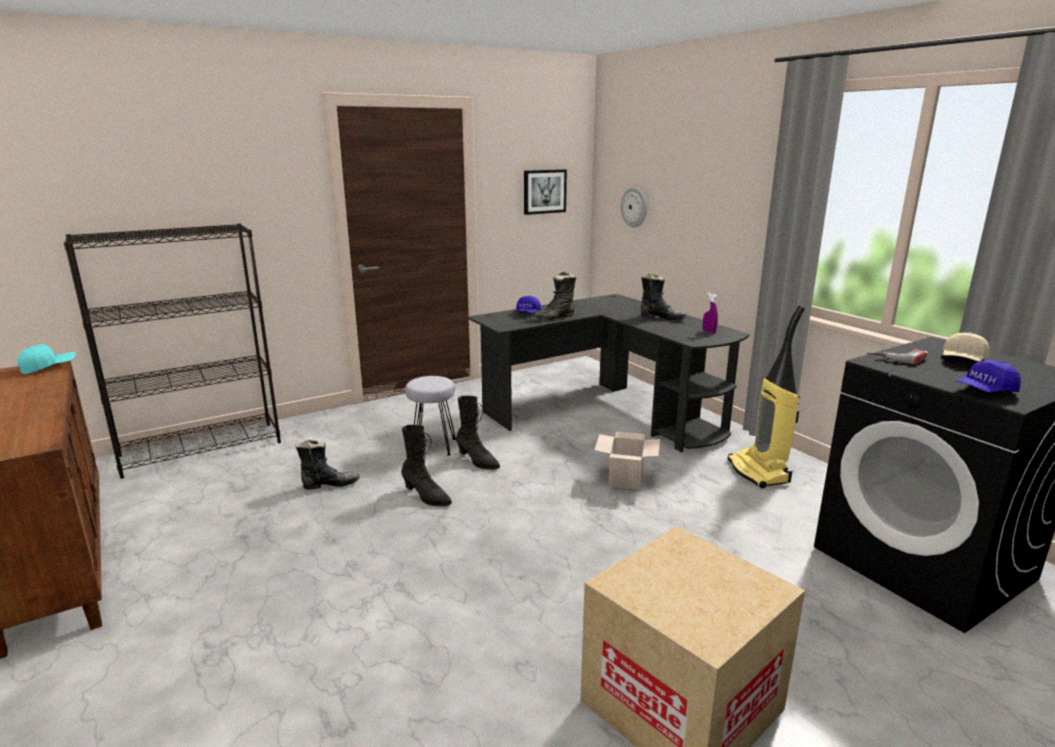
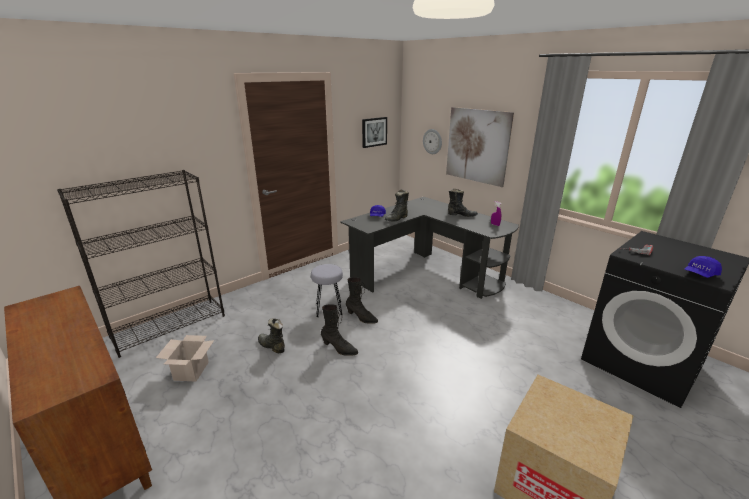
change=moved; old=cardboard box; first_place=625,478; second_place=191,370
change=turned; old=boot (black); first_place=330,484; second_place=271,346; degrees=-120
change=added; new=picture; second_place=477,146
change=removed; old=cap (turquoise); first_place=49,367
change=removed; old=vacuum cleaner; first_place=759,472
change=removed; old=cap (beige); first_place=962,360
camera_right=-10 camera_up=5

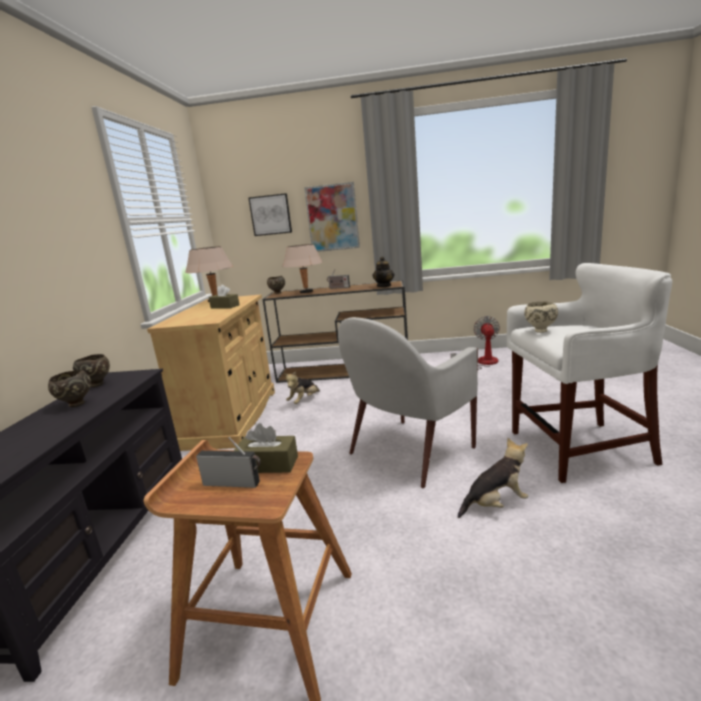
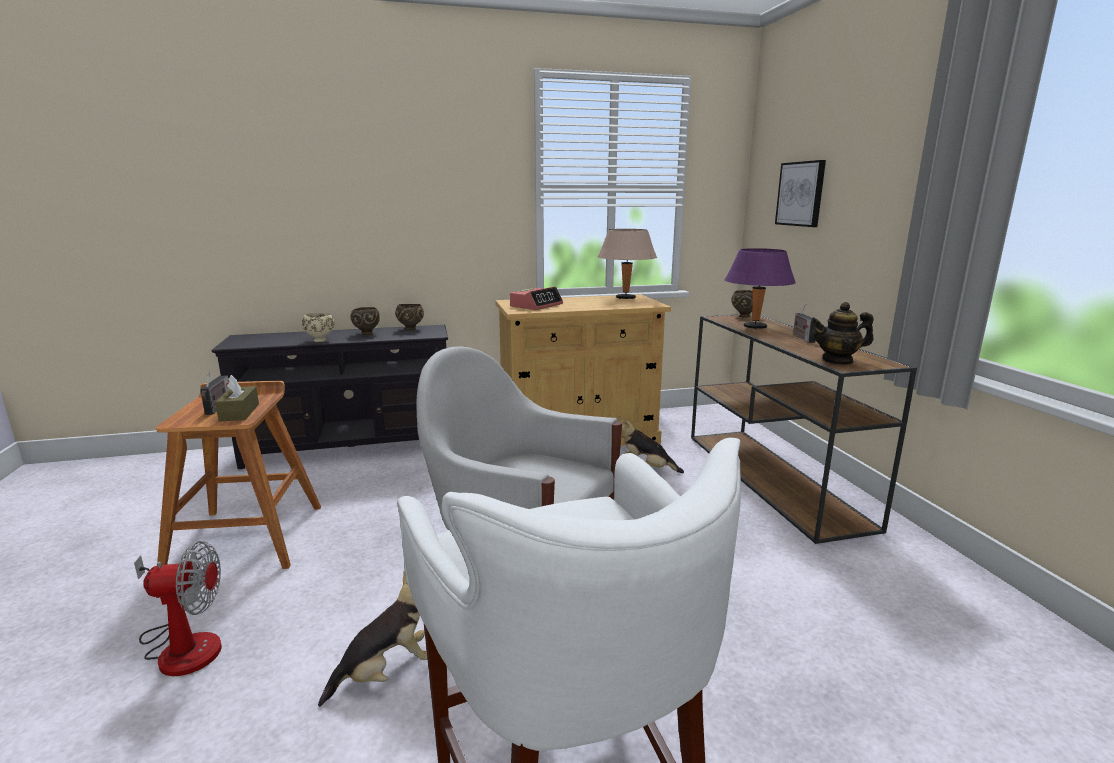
change=moved; old=fan; first_place=482,363; second_place=183,644
change=moved; old=bowl (beige); first_place=539,330; second_place=320,340
change=turned; old=plush toy; first_place=495,504; second_place=386,672; degrees=-90
change=added; new=alarm clock; second_place=536,305
change=recoloured; old=table lamp (beige); new=table lamp (purple); first_place=306,292; second_place=755,327
change=removed; old=tissue box (brown); first_place=225,306
change=removed; old=picture; first_place=332,218
camera_right=70 camera_up=0

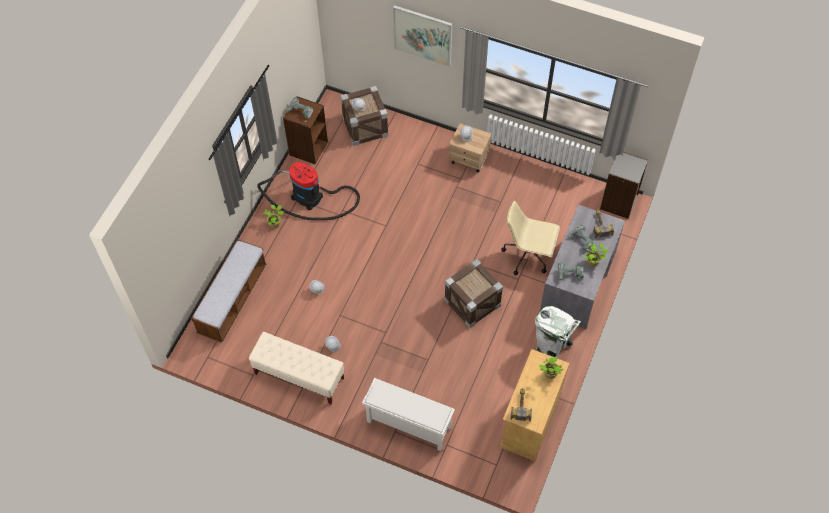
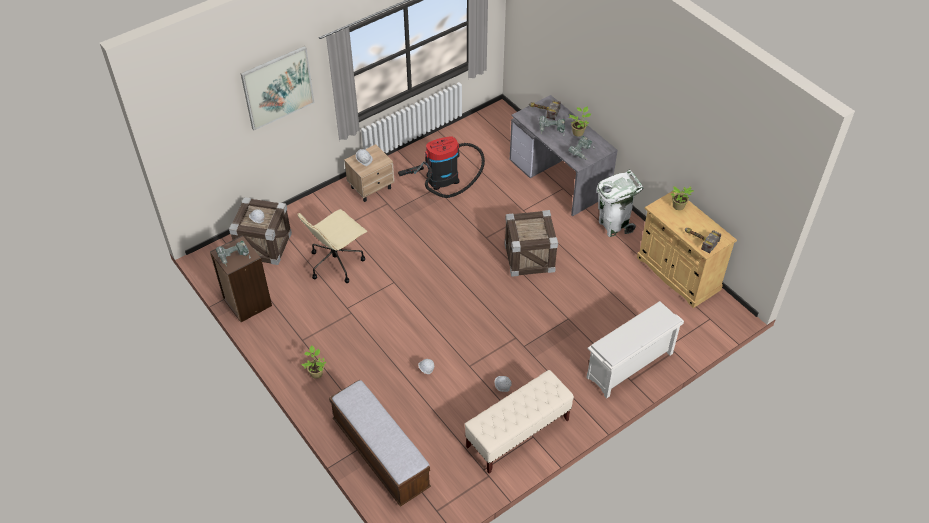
change=moved; old=office chair (beige); first_place=528,255; second_place=336,262
change=moved; old=vacuum cleaner; first_place=310,198; second_place=446,177
change=removed; old=bookcase (grey); first_place=619,202
camera_right=-60 camera_up=-10

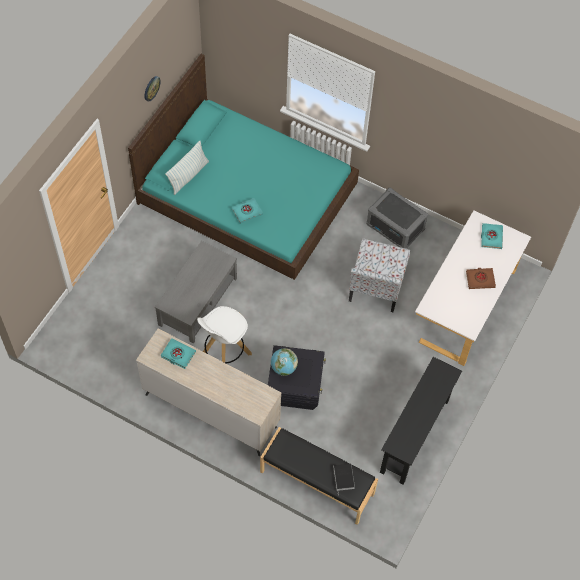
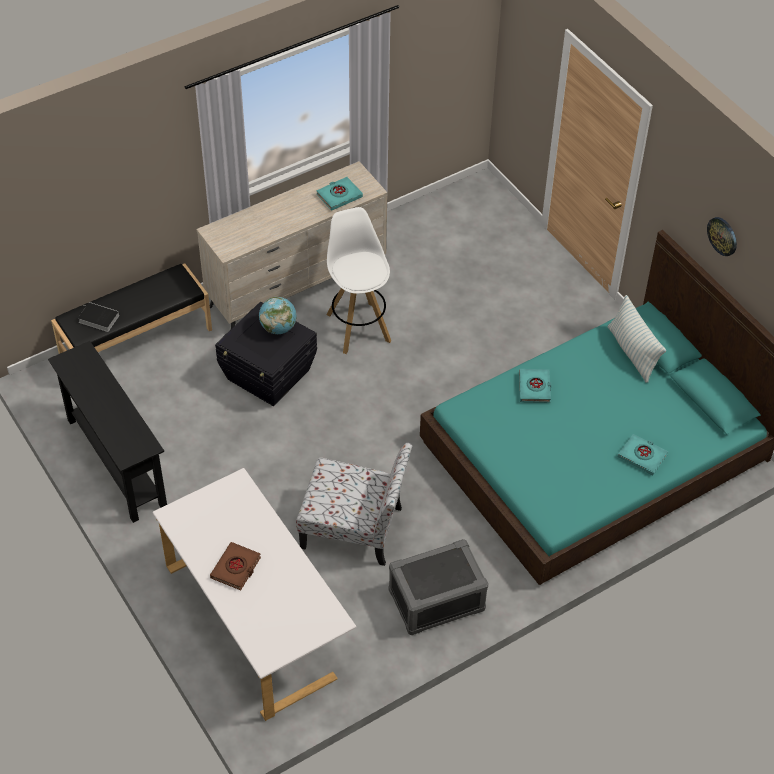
change=turned; old=chair; first_place=376,285; second_place=354,528; degrees=150
change=moved; old=book (turquoise); first_place=491,237; second_place=642,456
change=removed; old=coffee table (grey); first_place=197,301
camera_right=120 camera_up=-10

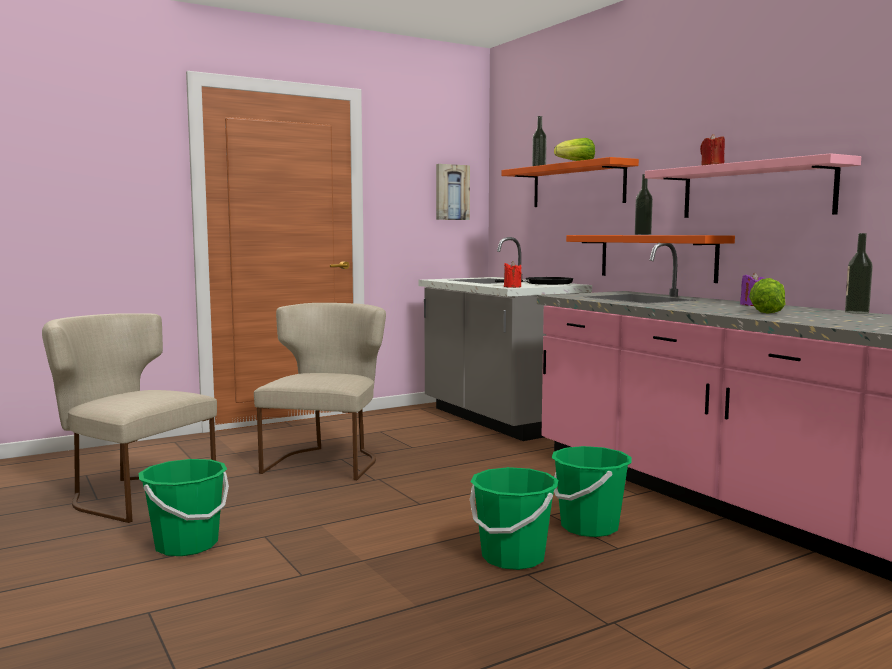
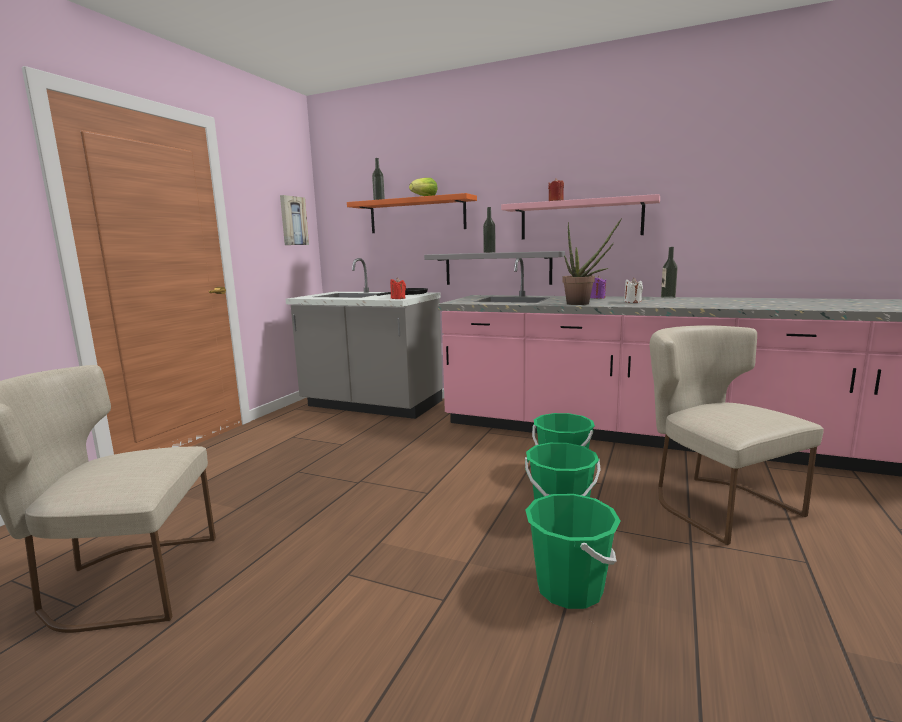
change=recoloured; old=shelf (orange); new=shelf (grey); first_place=656,257; second_place=497,268
change=moved; old=bucket (green); first_place=186,545; second_place=570,589
change=added; new=potted plant; second_place=583,303
change=replaced; old=lettuce; new=candle (white); first_place=768,312; second_place=632,301
change=moved; old=chair (beige); first_place=327,461; second_place=713,502
camera_right=-35 camera_up=5

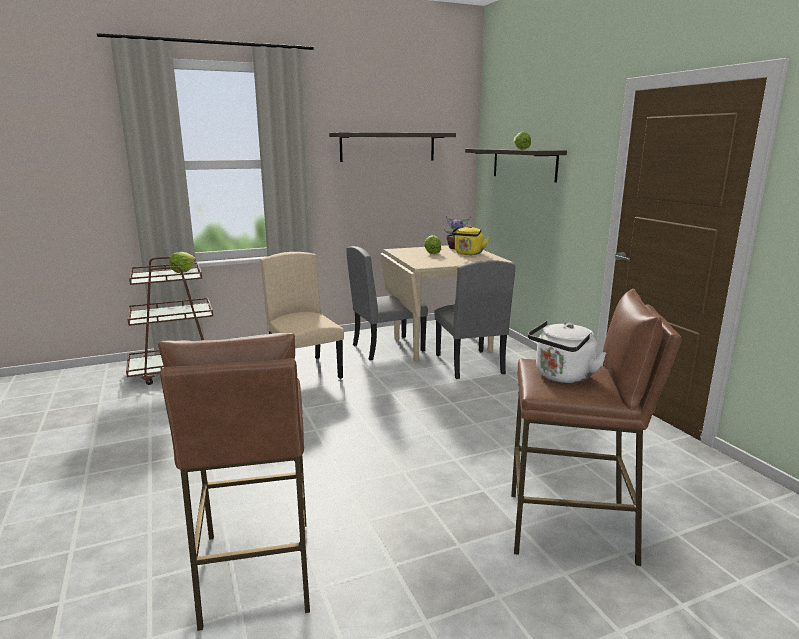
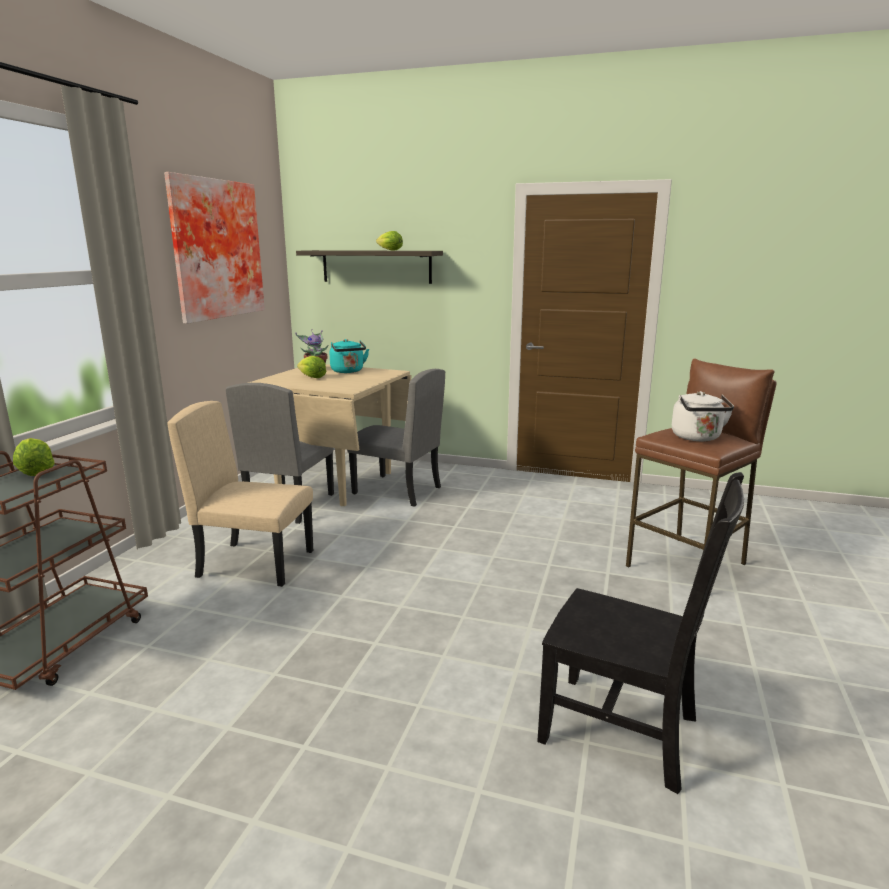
change=replaced; old=shelf; new=picture; first_place=388,147; second_place=214,249
change=recoloured; old=kettle (yellow); new=kettle (turquoise); first_place=468,254; second_place=348,371
change=replaced; old=stool (brown); new=chair (black); first_place=256,571; second_place=624,731
camera_right=-50 camera_up=0

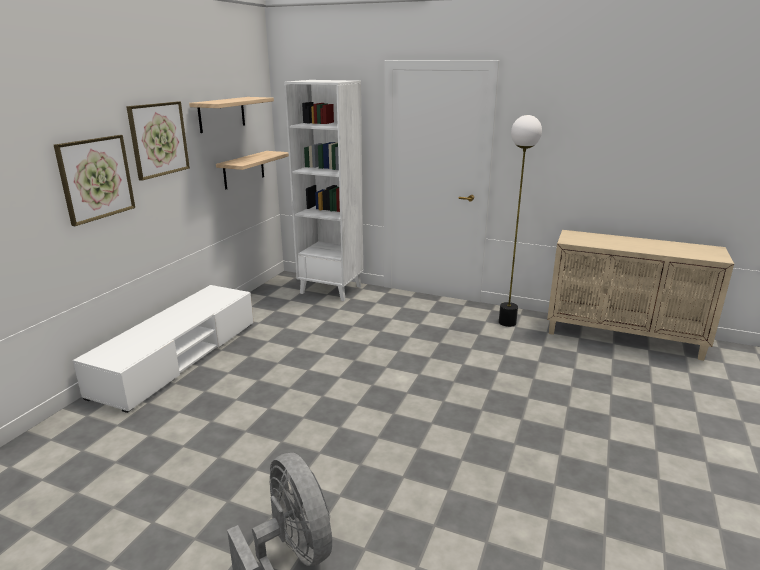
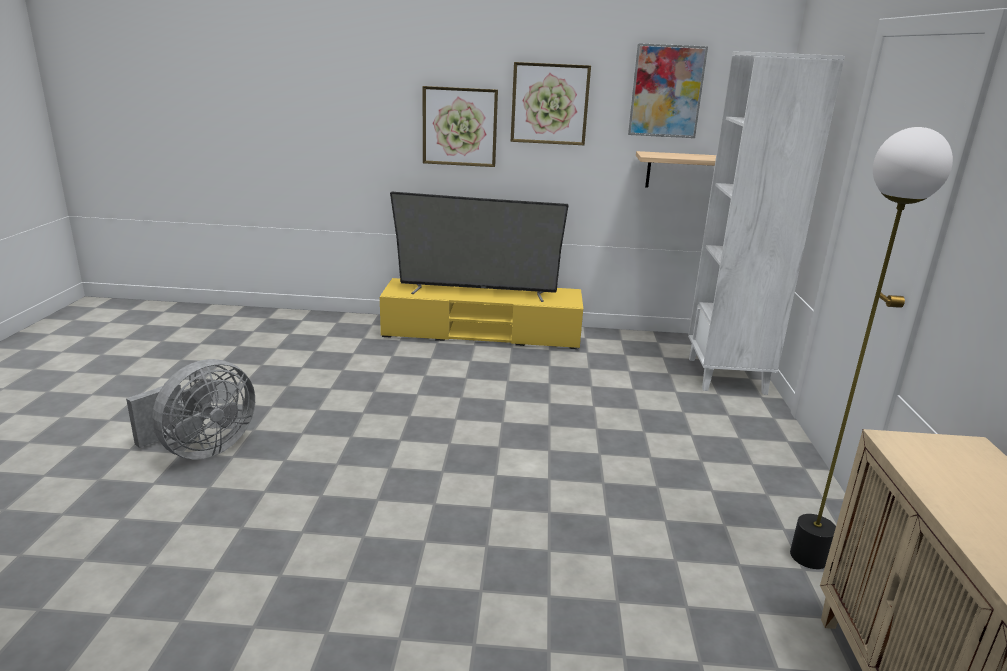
change=recoloured; old=tv stand (white); new=tv stand (yellow); first_place=178,357; second_place=482,333
change=added; new=television; second_place=477,292
change=replaced; old=shelf; new=picture; first_place=222,114; second_place=666,91
camera_right=70 camera_up=0

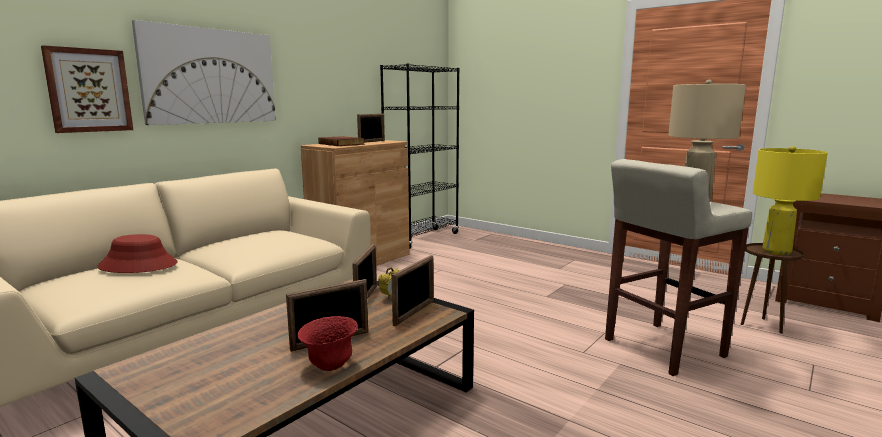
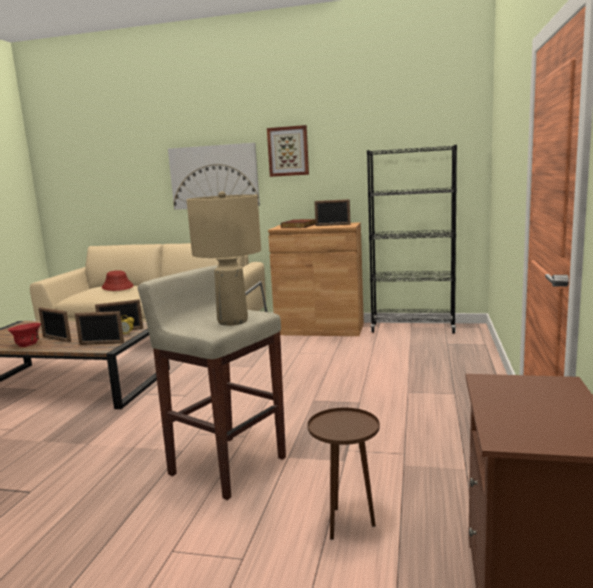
change=moved; old=picture; first_place=88,90; second_place=288,151
change=removed; old=table lamp (yellow); first_place=777,252
camera_right=65 camera_up=0

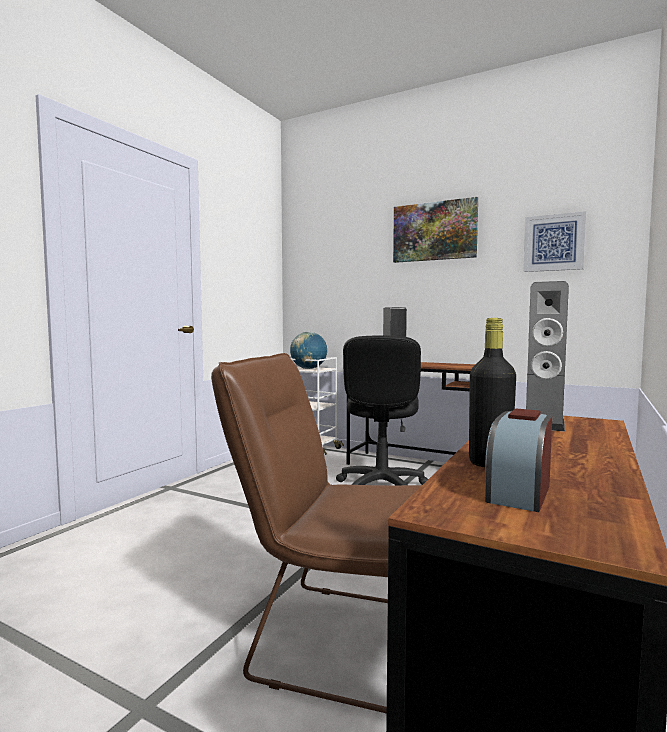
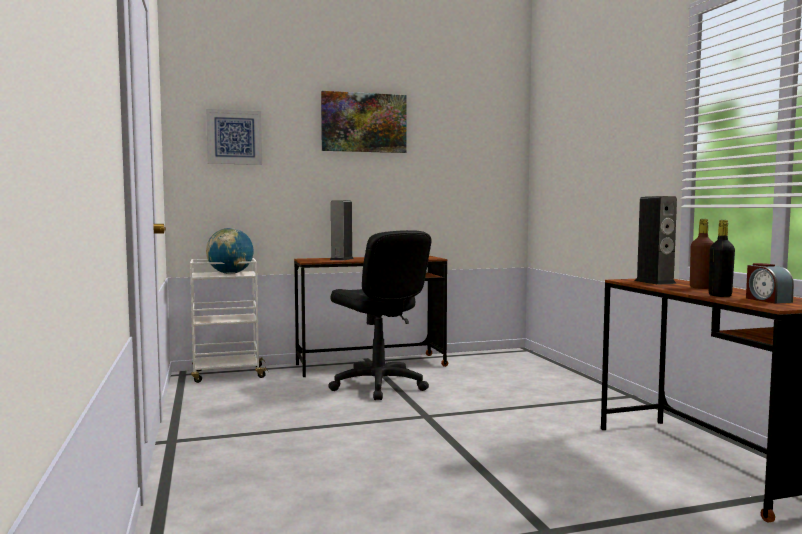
change=moved; old=picture; first_place=554,243; second_place=234,137
change=added; new=bottle (brown); second_place=700,288
change=removed; old=chair (brown); first_place=342,640
camera_right=-45 camera_up=0

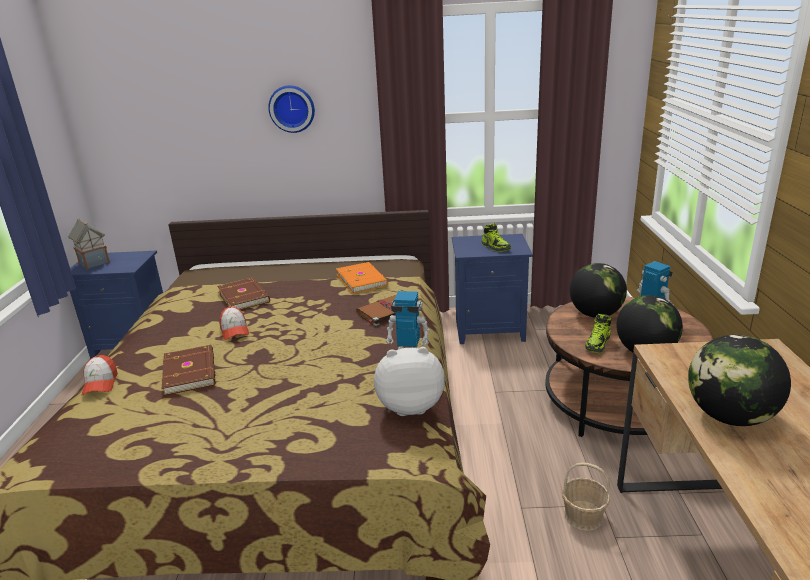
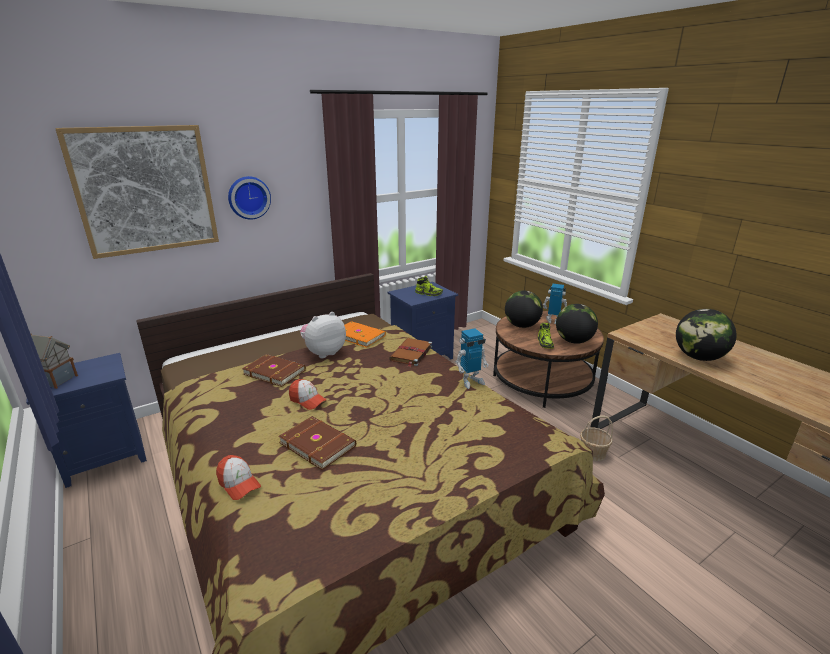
change=added; new=picture; second_place=145,190
change=moved; old=plush toy; first_place=410,406; second_place=324,353
camera_right=-35 camera_up=0

